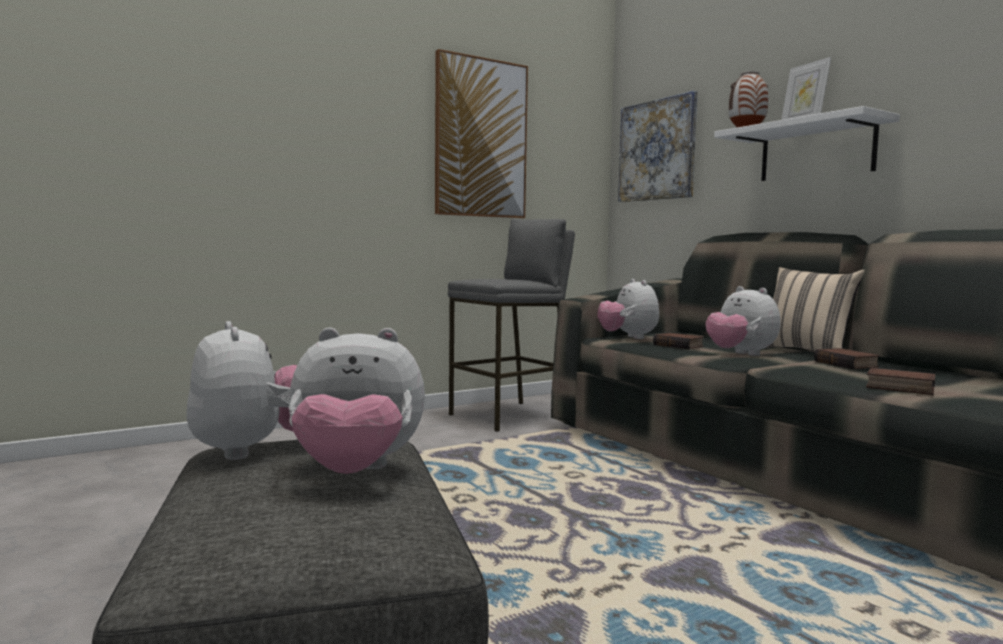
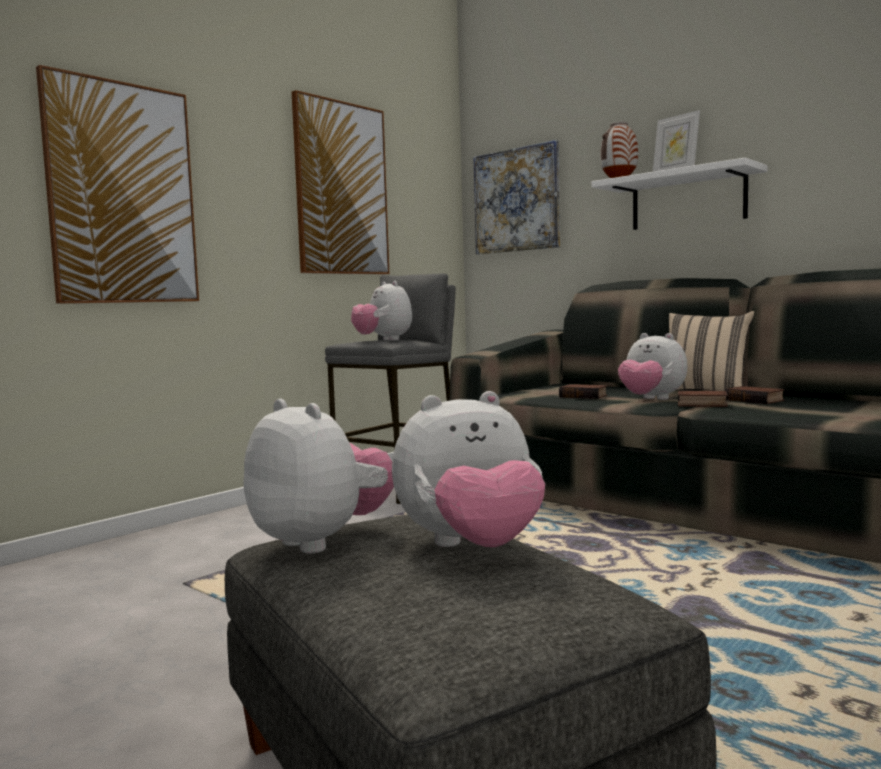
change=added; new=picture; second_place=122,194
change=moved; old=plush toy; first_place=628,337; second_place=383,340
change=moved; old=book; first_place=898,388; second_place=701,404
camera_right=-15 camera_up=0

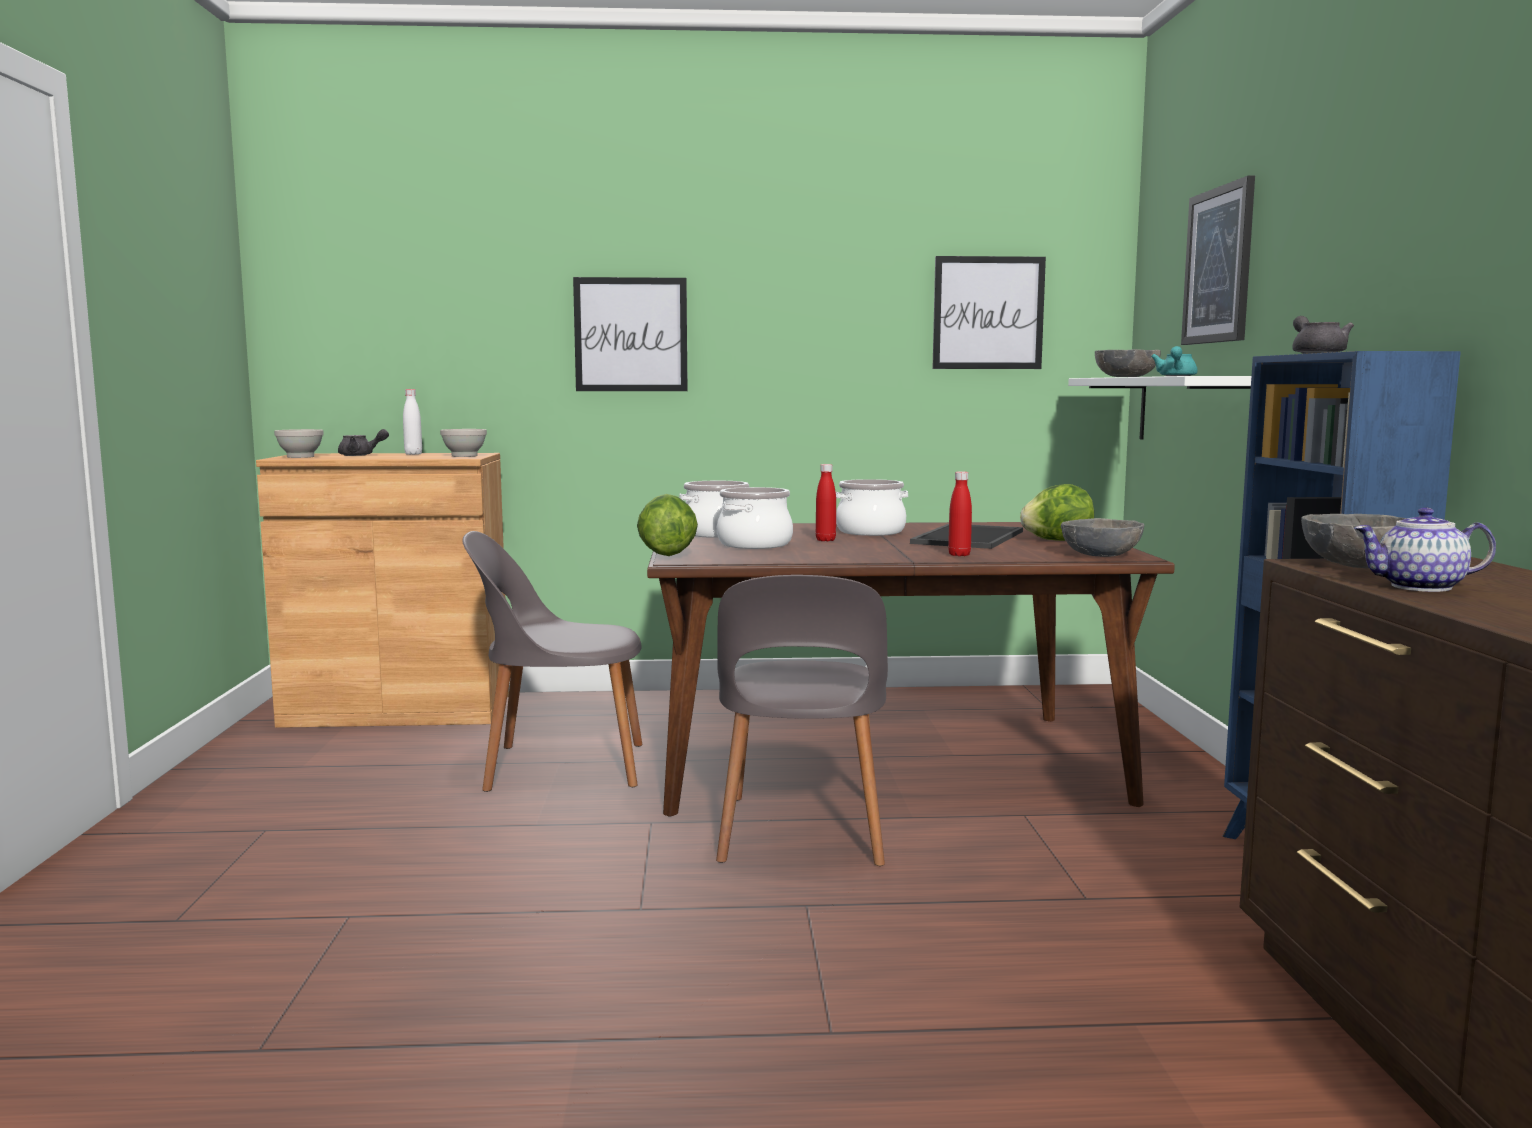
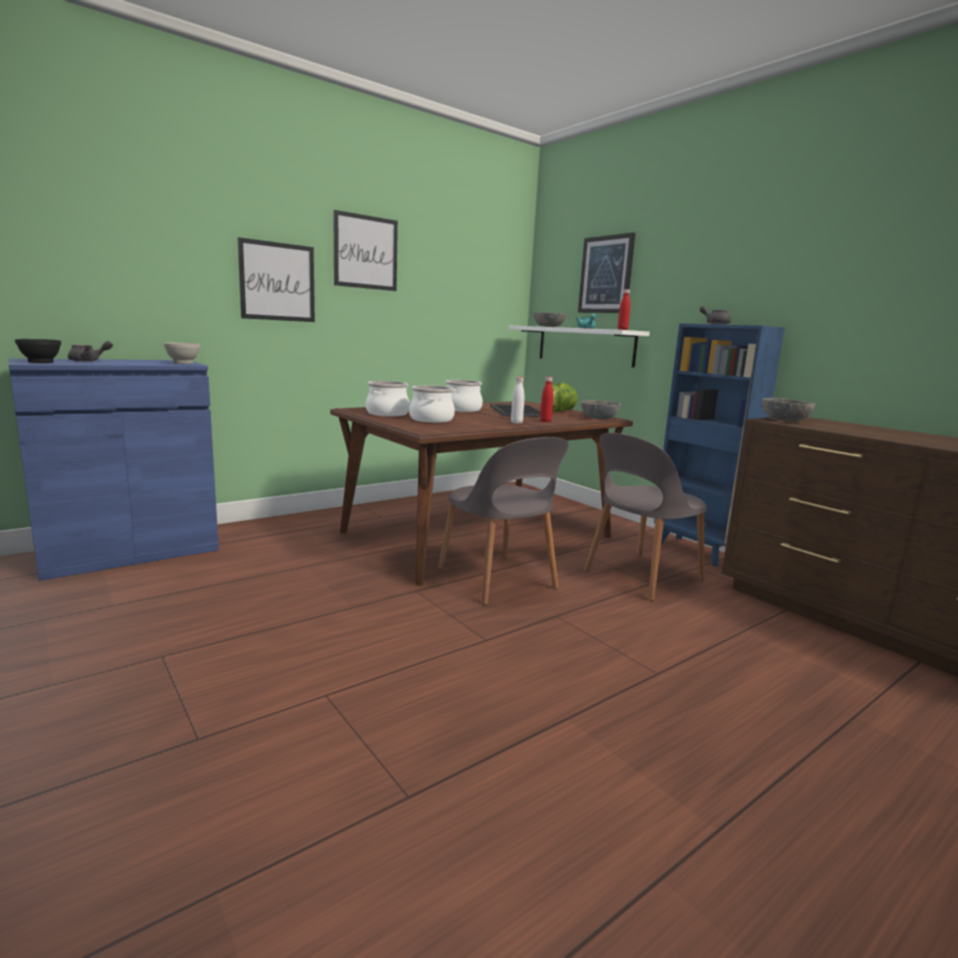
change=recoloured; old=cabinet (brown); new=cabinet (blue); first_place=397,710; second_place=129,552
change=recoloured; old=bowl (white); new=bowl (black); first_place=300,457; second_place=40,362
change=moved; old=picture; first_place=988,313; second_place=365,252
change=moved; old=bottle (white); first_place=413,454; second_place=516,422
change=moved; old=chair (grey); first_place=560,766; second_place=641,576
change=moved; old=bottle (red); first_place=825,540; second_place=622,329
change=removed; old=lettuce; first_place=666,555
change=removed; old=teapot; first_place=1420,587
camera_right=-35 camera_up=5

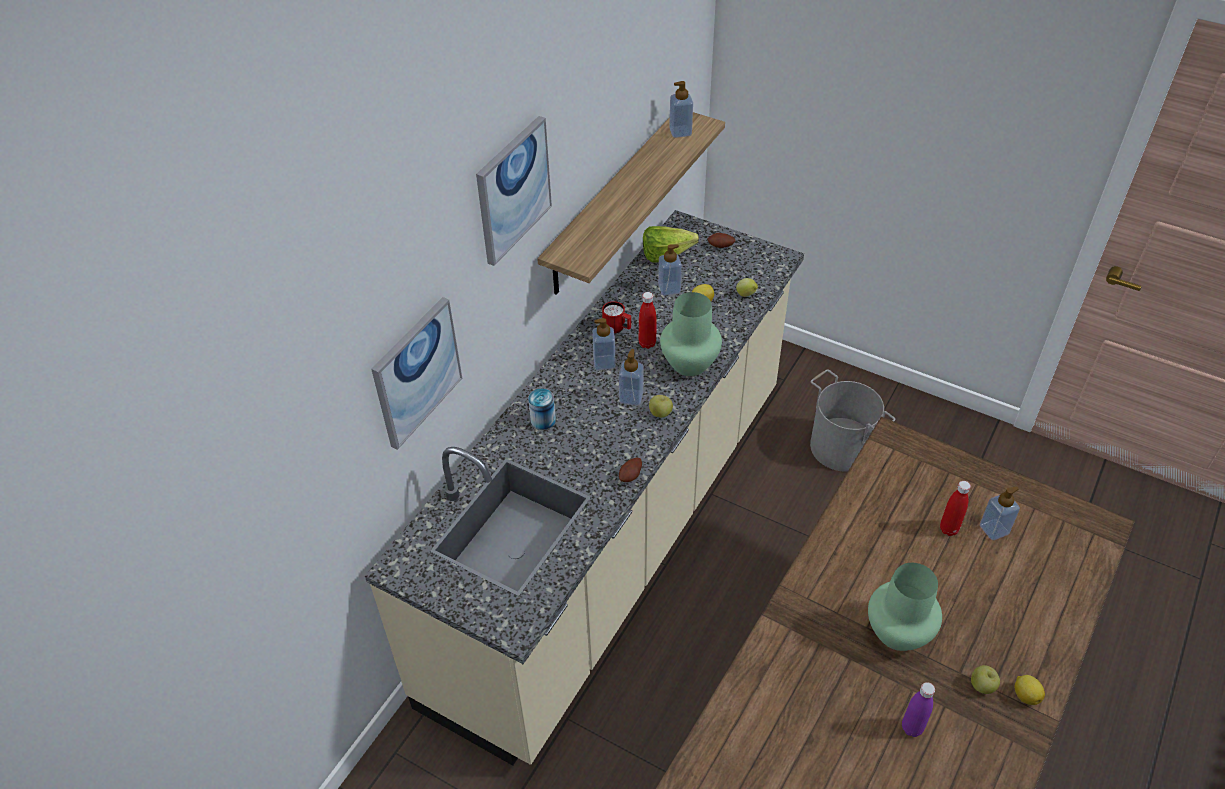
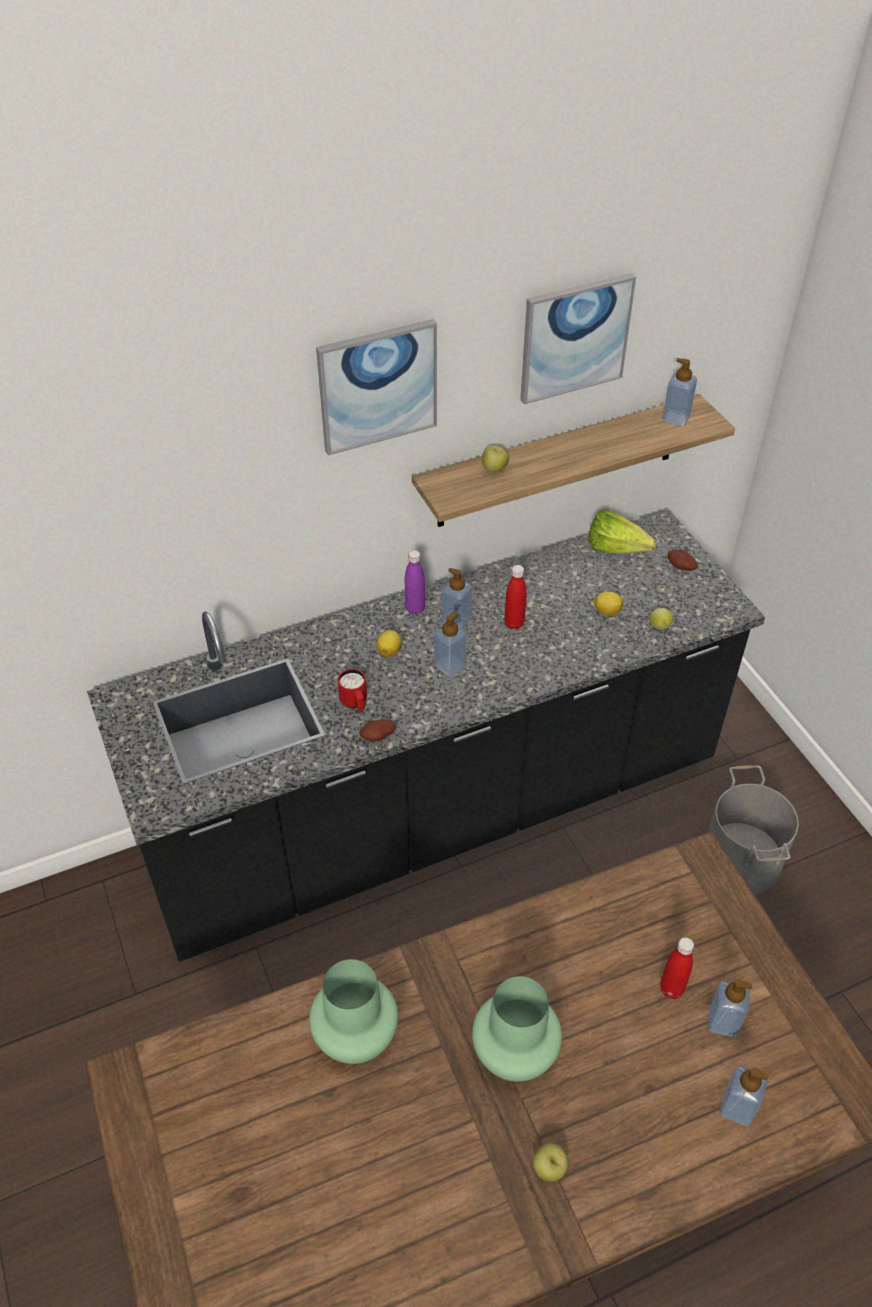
change=recoloured; old=counter (beige); new=counter (black); first_place=615,539; second_place=436,815
change=moved; old=vase (green); first_place=689,363; second_place=356,1036
change=moved; old=mug (red); first_place=617,329; second_place=355,703
change=moved; old=lemon; first_place=1025,695; second_place=389,651
change=moved; old=bottle (purple); first_place=912,728; second_place=415,608
change=moved; old=apple; first_place=660,413; second_place=494,469
change=moved; old=picture; first_place=416,372; second_place=574,338
change=moved; old=soap dispenser; first_place=669,289; second_place=737,1108
change=removed; old=can; first_place=543,420
camera_right=35 camera_up=0

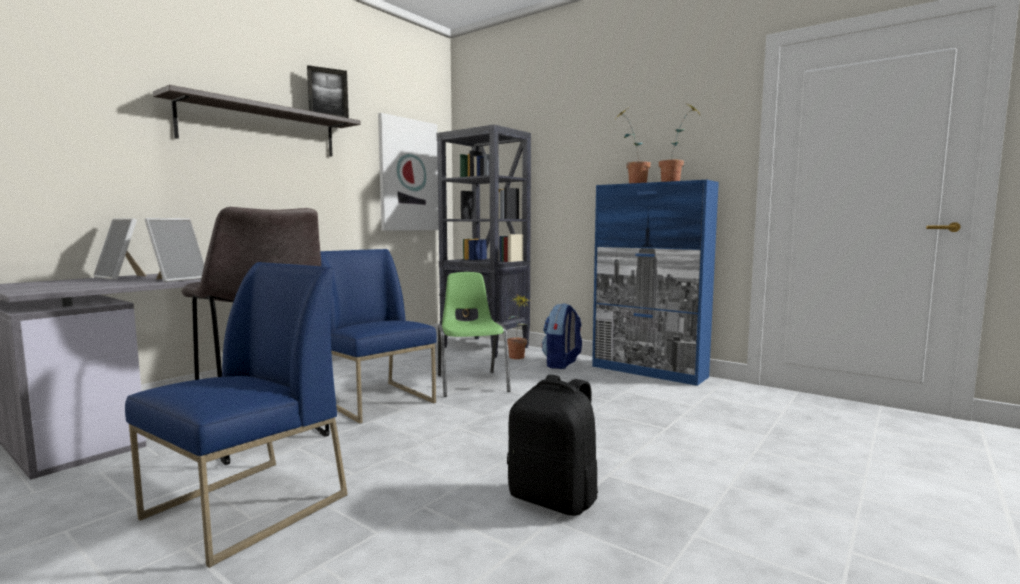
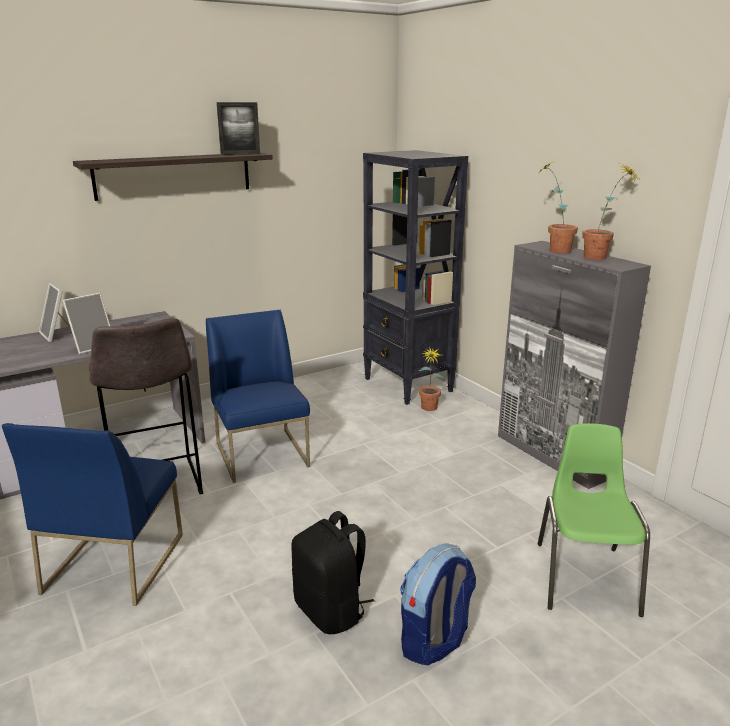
change=turned; old=chair (blue); first_place=246,507; second_place=114,562; degrees=135
change=moved; old=backpack; first_place=562,364; second_place=434,641
change=recoloured; old=cabinet (blue); new=cabinet (grey); first_place=649,371; second_place=553,456
change=moved; old=chair (green); first_place=471,383; second_place=585,576
change=removed; old=picture; first_place=408,175
camera_right=20 camera_up=15

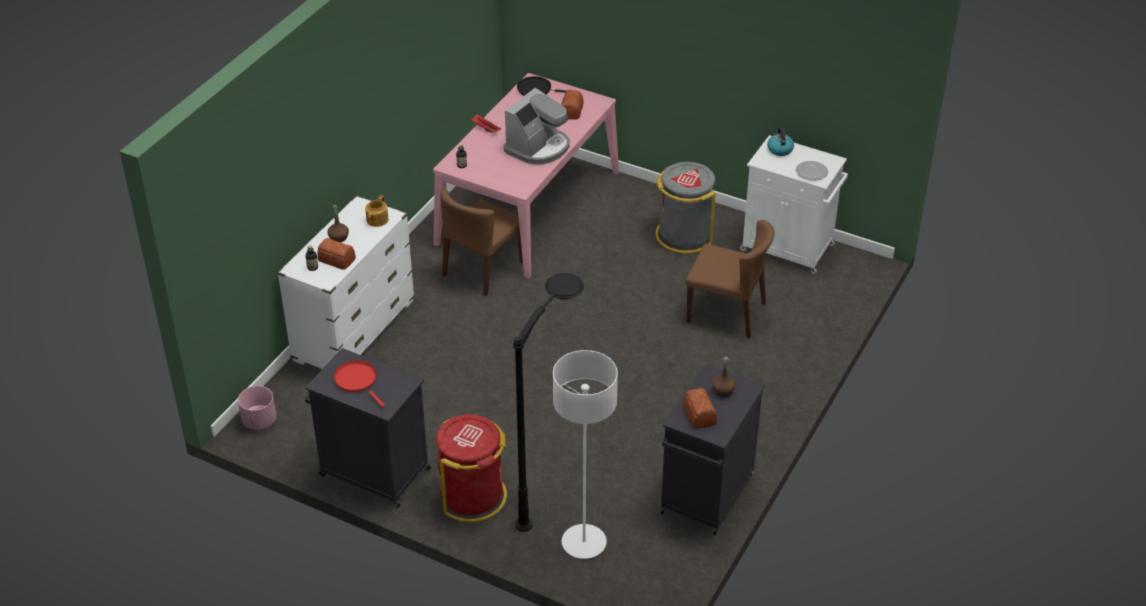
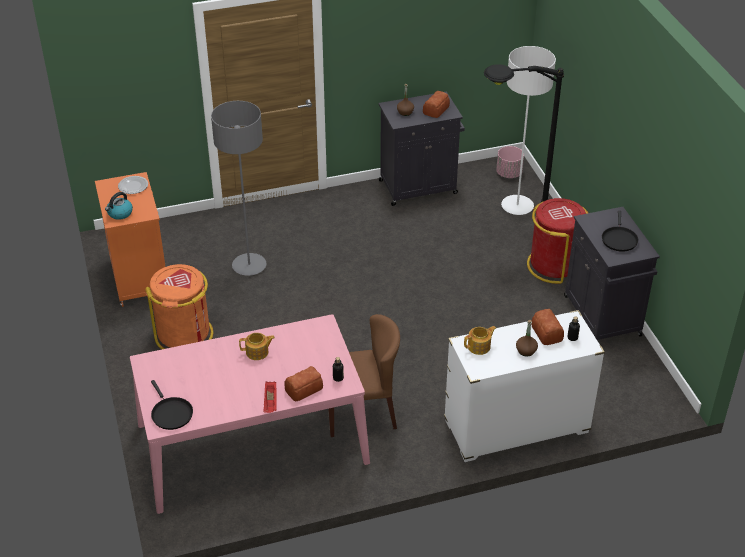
change=recoloured; old=cabinet (white); new=cabinet (orange); first_place=789,248; second_place=139,277
change=recoloured; old=trash can (grey); new=trash can (orange); first_place=684,235; second_place=184,335
change=replaced; old=chair (brown); new=floor lamp (grey); first_place=727,312; second_place=249,266
change=replaced; old=coffee machine; new=teapot; first_place=538,147; second_place=257,352
change=moved; old=bread; first_place=570,111; second_place=305,389
change=moved; old=planter (pink); first_place=259,421; second_place=509,173
change=recoloured; old=frying pan (red); new=frying pan (black); first_place=357,380; second_place=619,239
camera_right=-135 camera_up=0

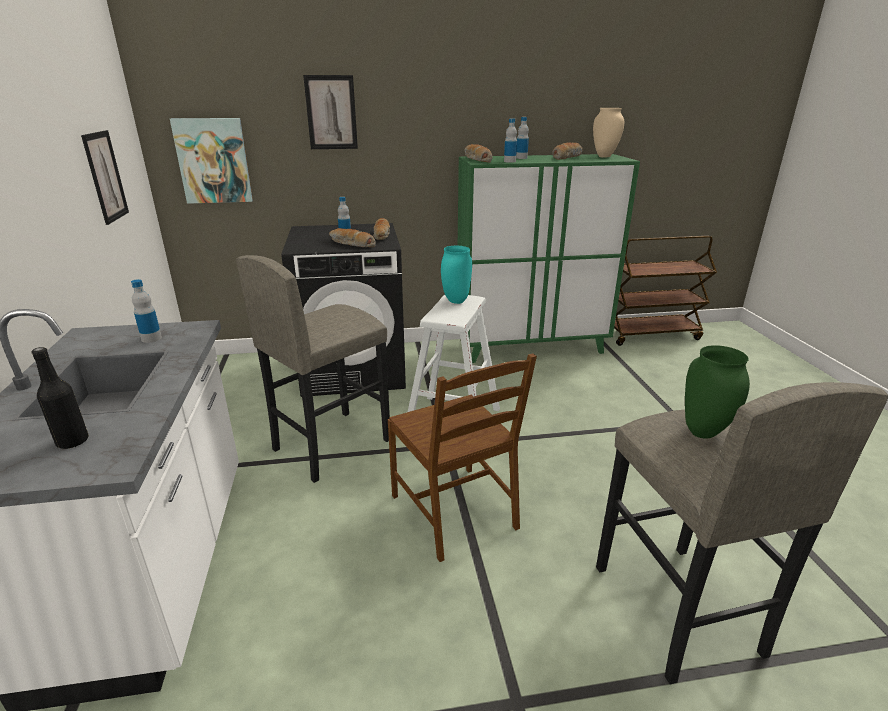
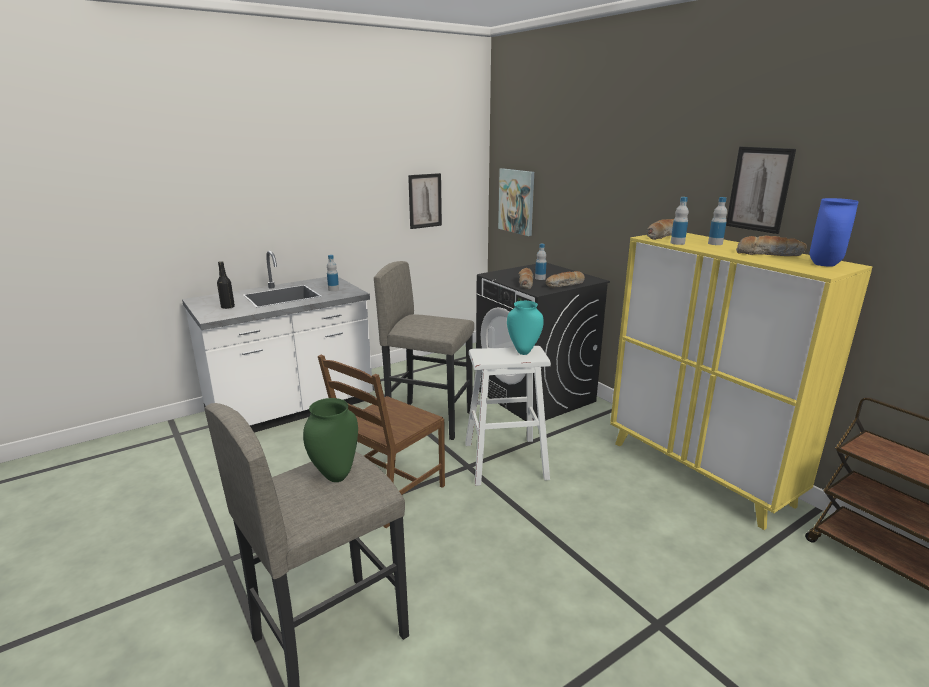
change=recoloured; old=cabinet (green); new=cabinet (yellow); first_place=531,348; second_place=699,473
change=moved; old=picture; first_place=331,112; second_place=759,189
change=recoloured; old=vase (beige); new=vase (blue); first_place=605,156; second_place=825,265
camera_right=65 camera_up=-5

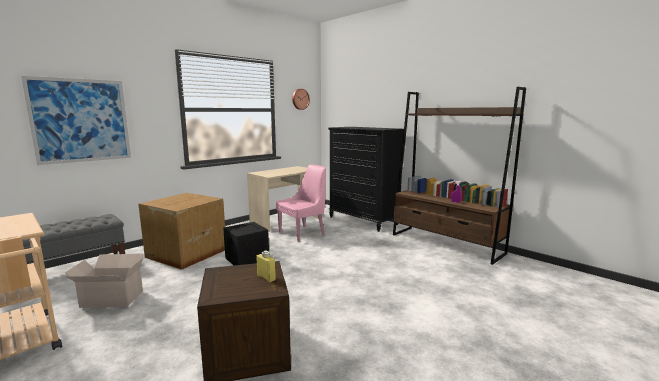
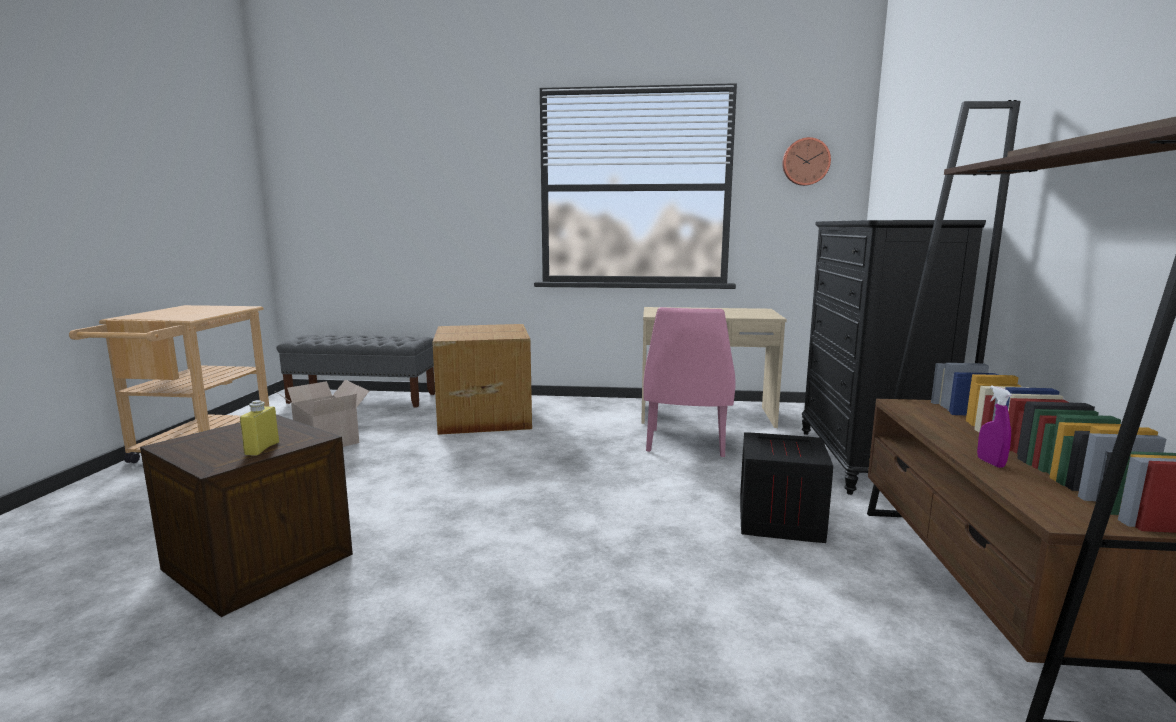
change=turned; old=chair (pink); first_place=303,233; second_place=686,444; degrees=90
change=moved; old=crate; first_place=247,259; second_place=781,521
change=removed; old=picture; first_place=81,120
camera_right=50 camera_up=0

